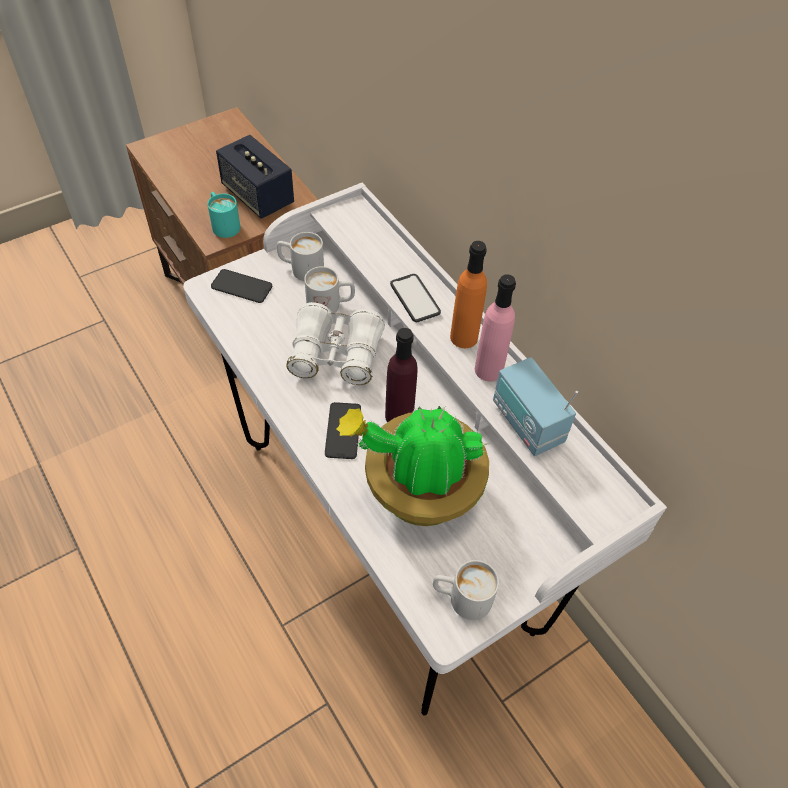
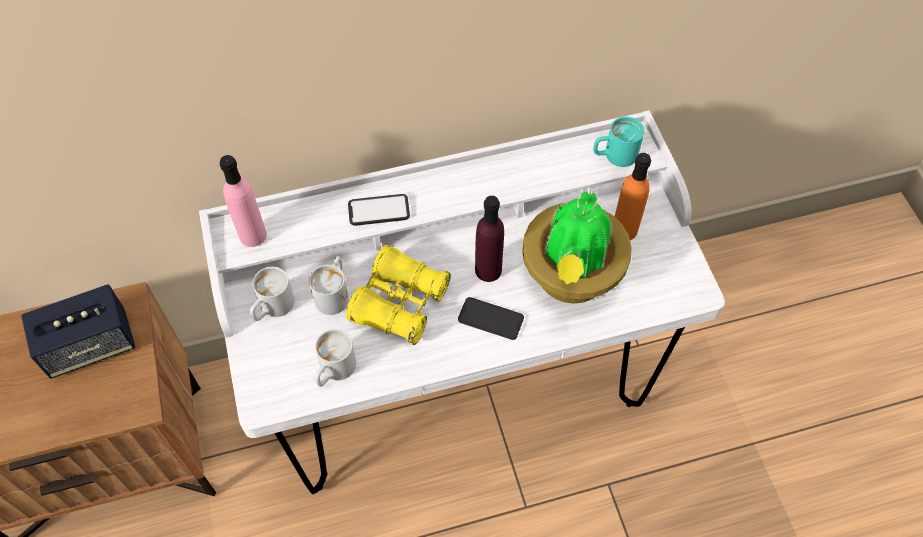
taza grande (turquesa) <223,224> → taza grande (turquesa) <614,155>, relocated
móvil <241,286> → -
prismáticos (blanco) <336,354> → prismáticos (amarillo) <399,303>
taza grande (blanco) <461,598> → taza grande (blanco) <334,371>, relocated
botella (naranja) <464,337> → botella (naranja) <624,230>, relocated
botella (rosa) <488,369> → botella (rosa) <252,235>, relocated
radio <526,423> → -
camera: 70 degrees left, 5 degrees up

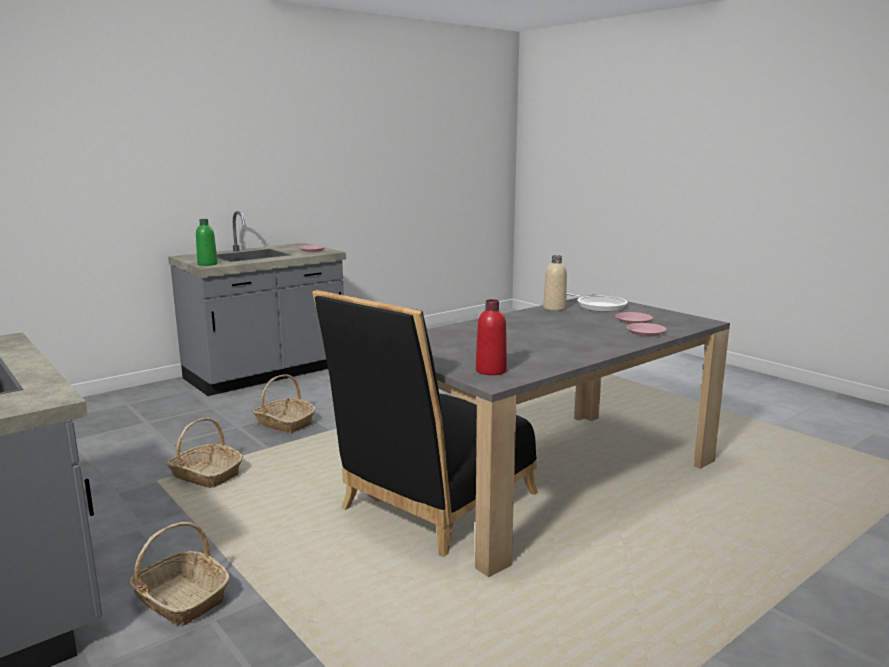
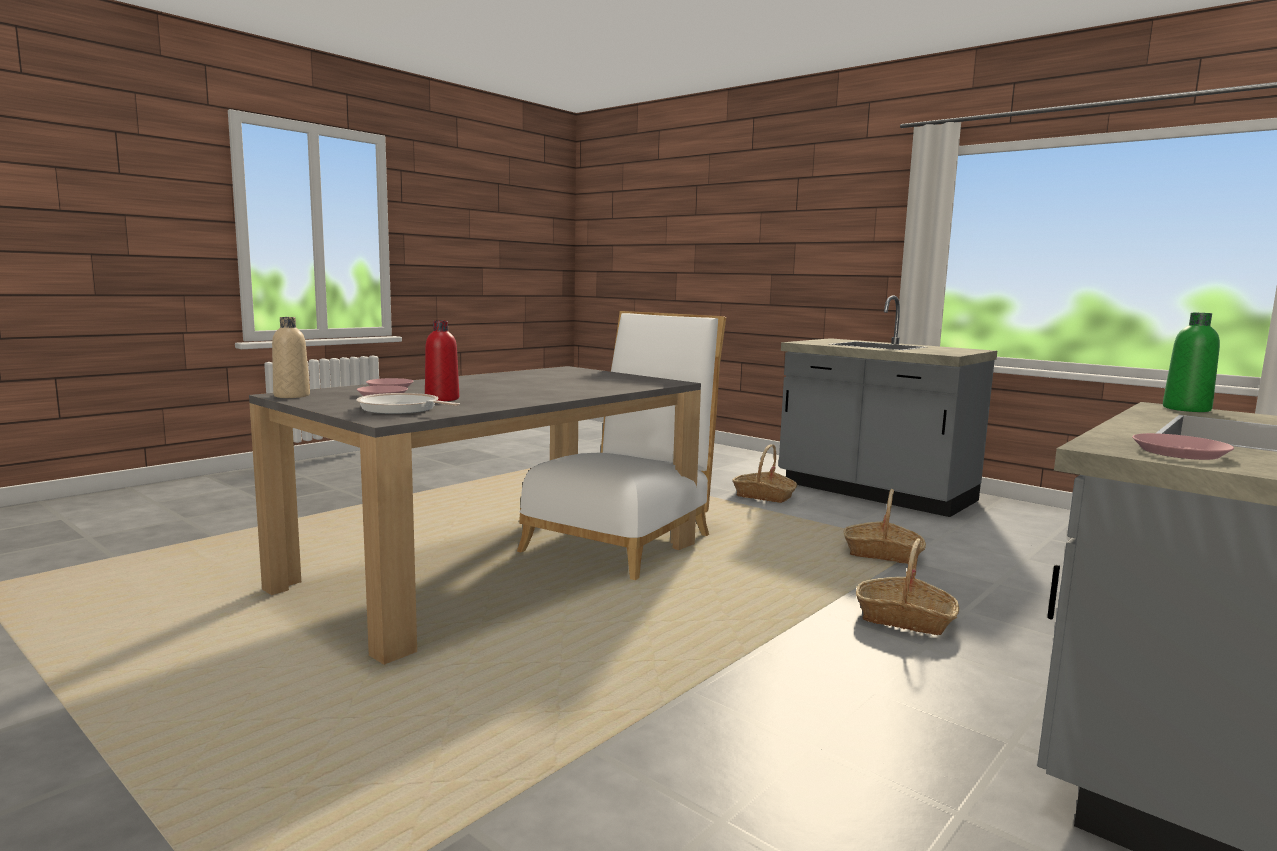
silla (negro) <432,506> → silla (blanco) <624,540>
botella (rojo) <491,371> → botella (rojo) <442,399>, relocated
botella (beis) <554,308> → botella (beis) <292,396>, relocated
camera: 170 degrees right, 5 degrees down

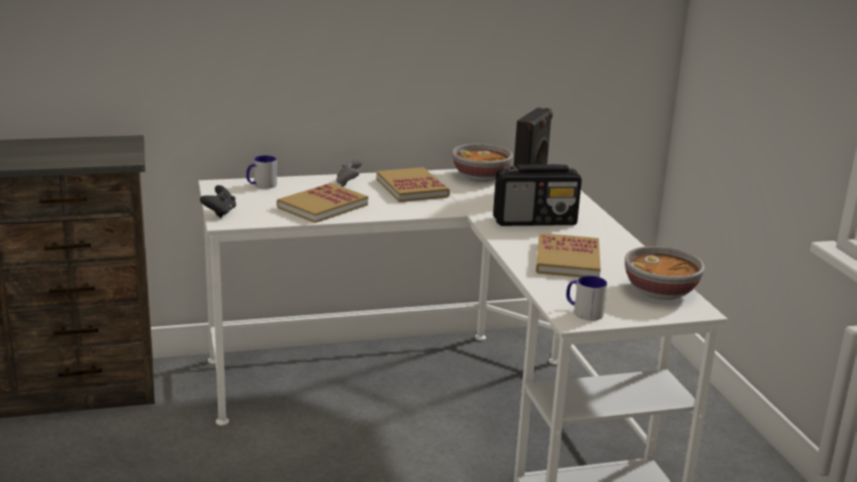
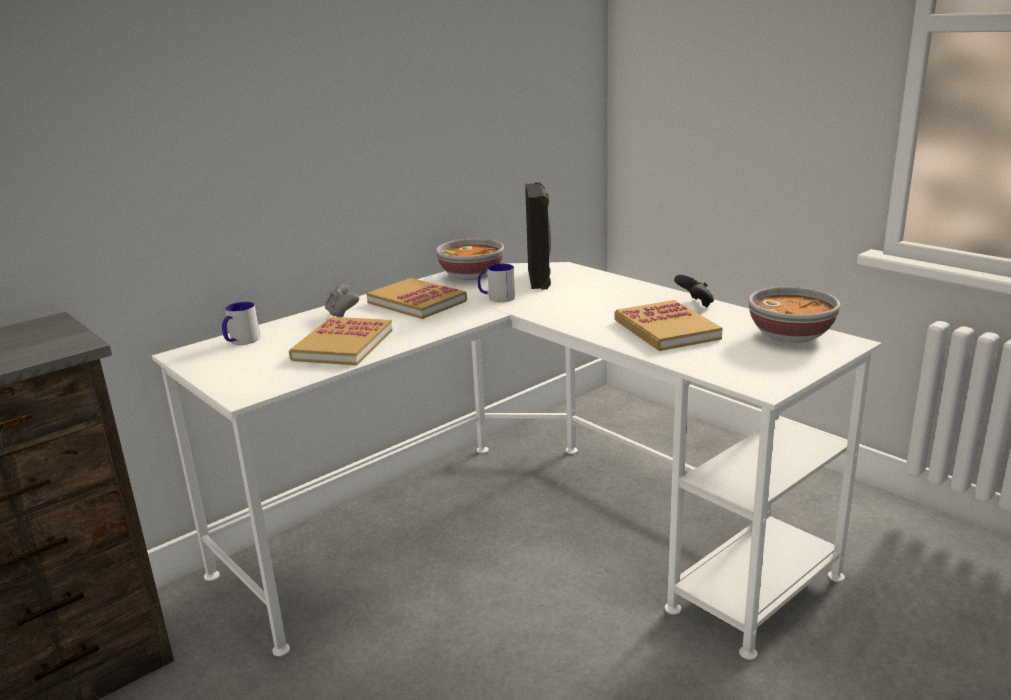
mando de consola (negro) <220,213> → mando de consola (negro) <695,304>, relocated
radio <535,221> → -
taza grande <583,312> → taza grande <496,297>, relocated
camera: 25 degrees left, 0 degrees up

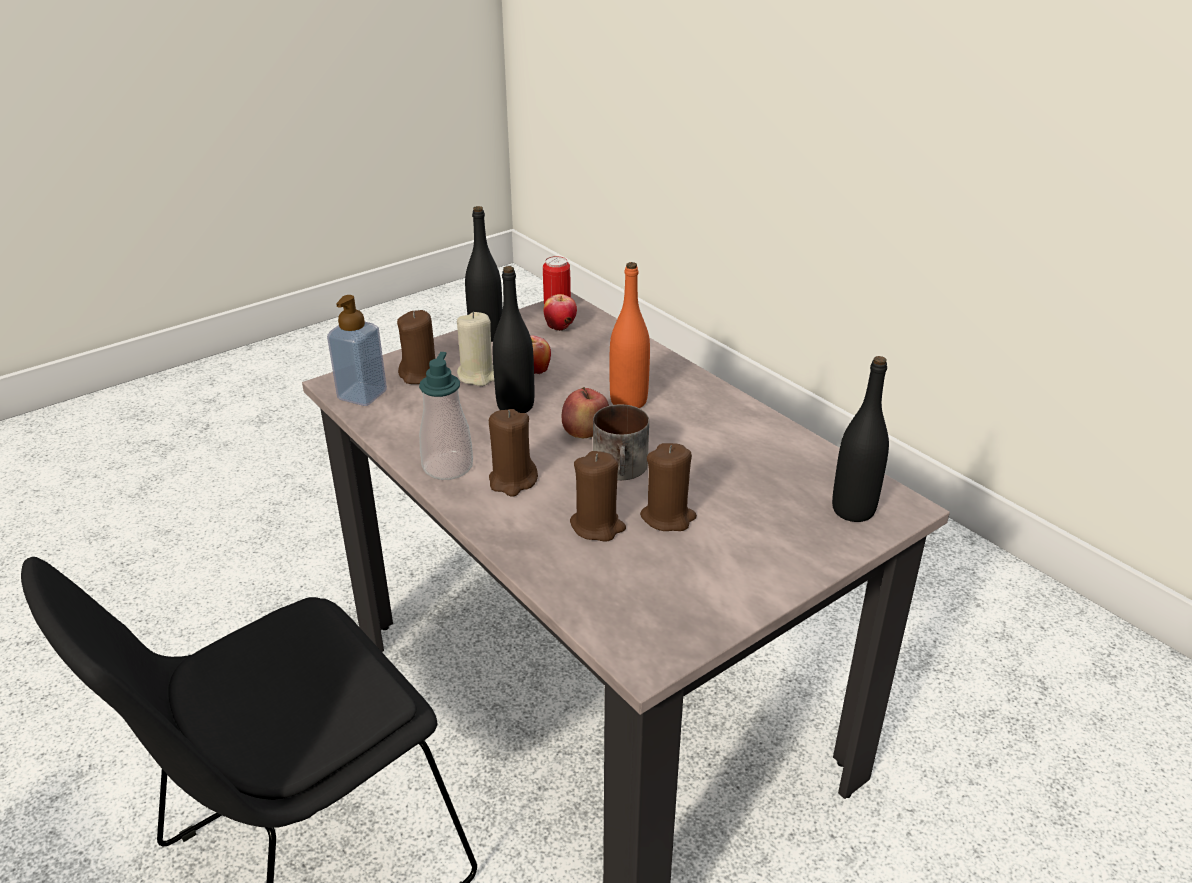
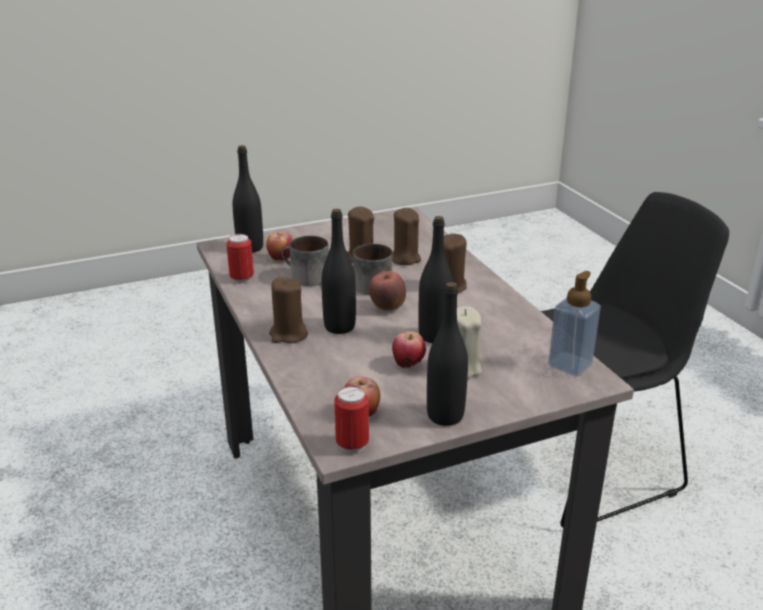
vela (marrón) <421,375> → vela (marrón) <288,335>, relocated
dispensador de jabón <447,467> → -
botella (naranja) <628,401> → botella (negro) <339,327>
- → lata <242,279>
- → manzana <280,259>
- → taza grande <304,277>
camera: 165 degrees left, 5 degrees down

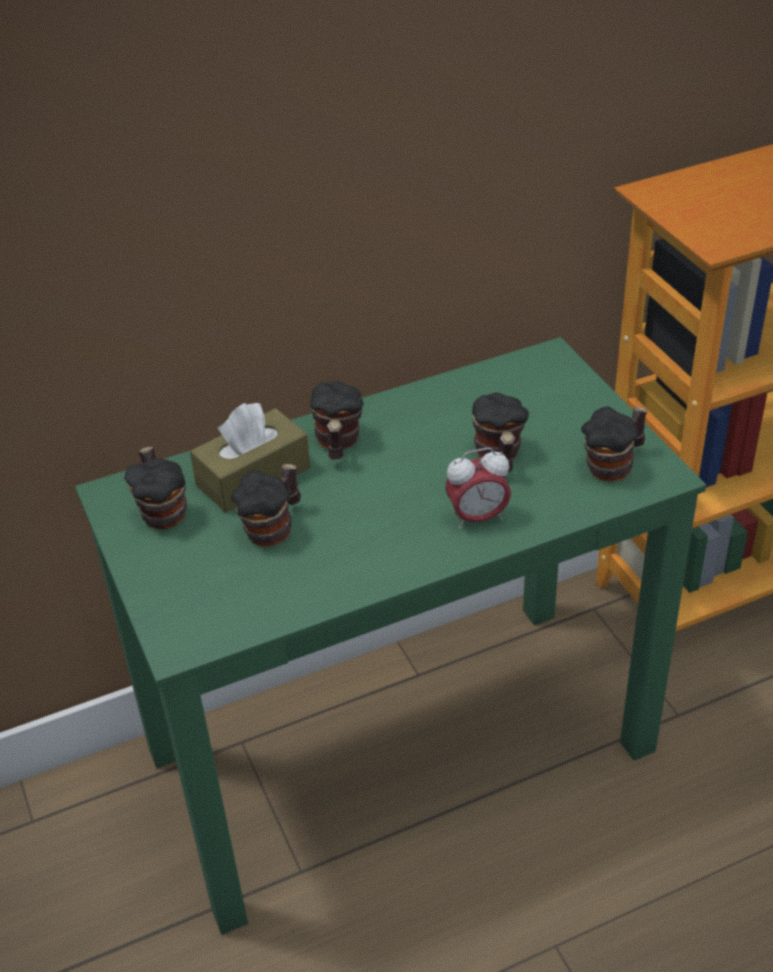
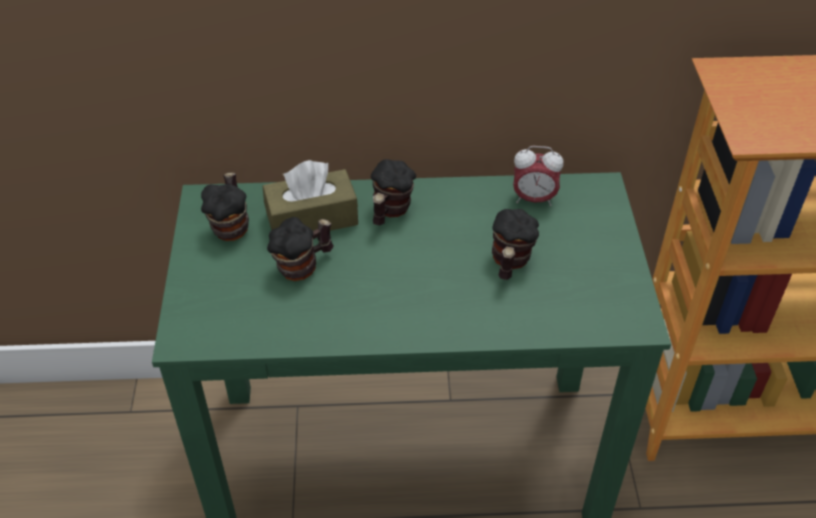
despertador <477,518> → despertador <533,199>, relocated
taza grande <614,465> → -
camera: 20 degrees right, 5 degrees up

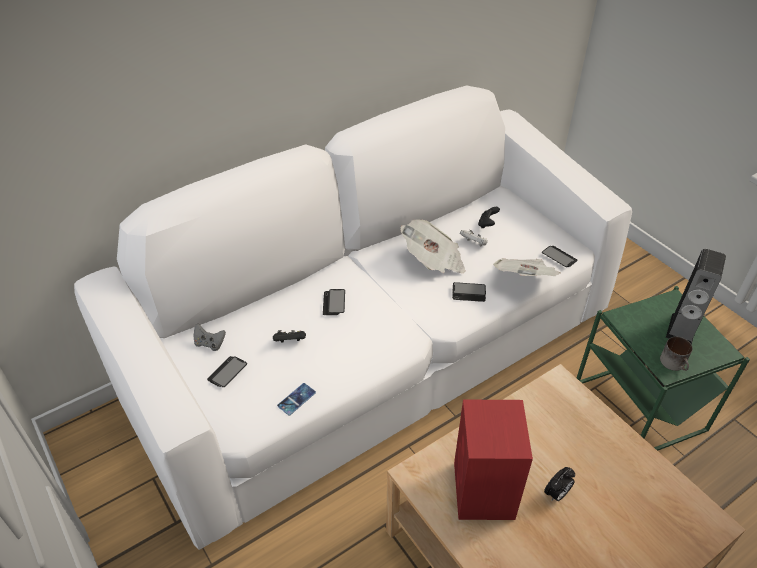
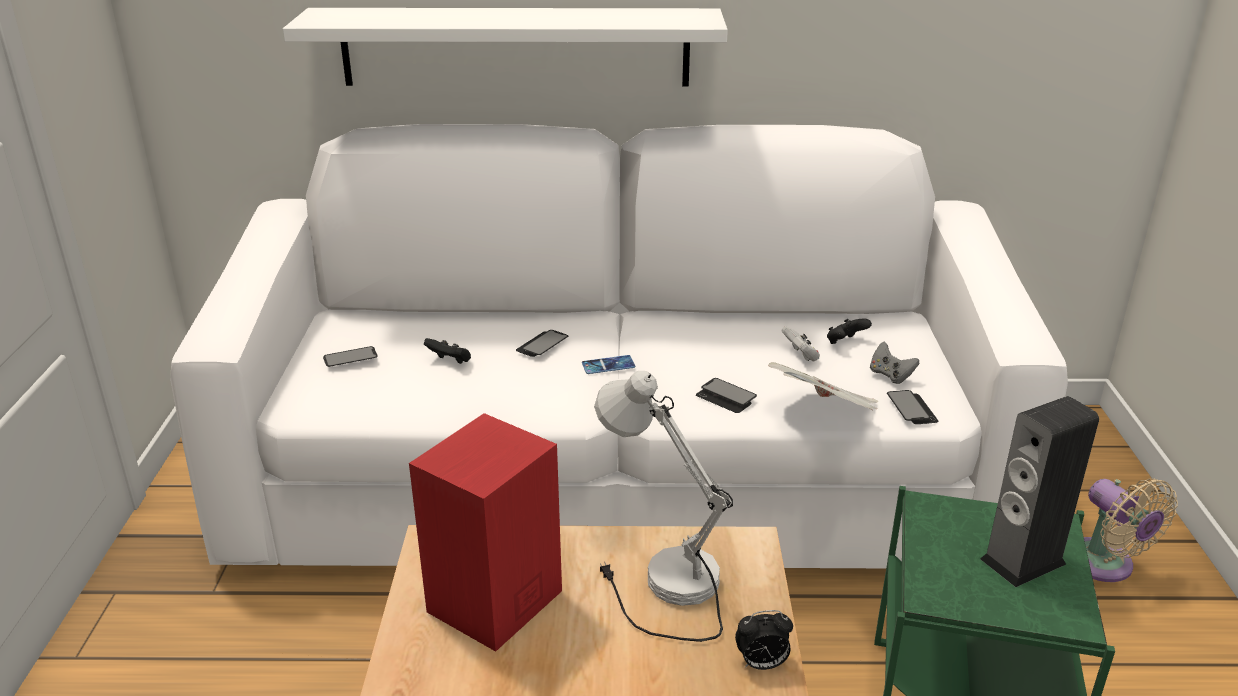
mando de consola (gris) <210,343> → mando de consola (gris) <890,375>, relocated
móvil <296,399> → móvil <608,365>, relocated
periódico <433,261> → -
despertador <556,494> → despertador <761,664>, relocated
taza grande <675,363> → -
- → estante (blanco) <515,47>
- → lámpara de mesa (blanco) <658,584>
- → ventilador (beis) <1104,565>
camera: 35 degrees right, 15 degrees down

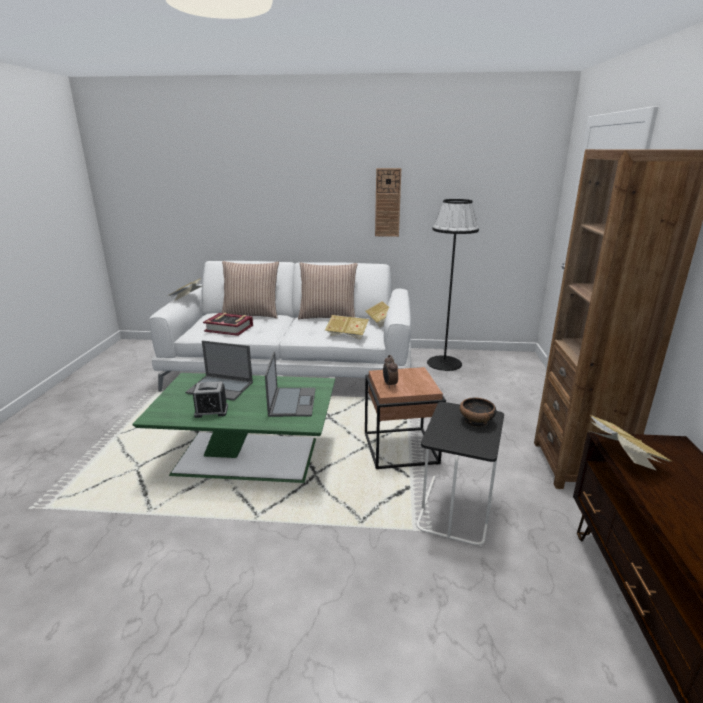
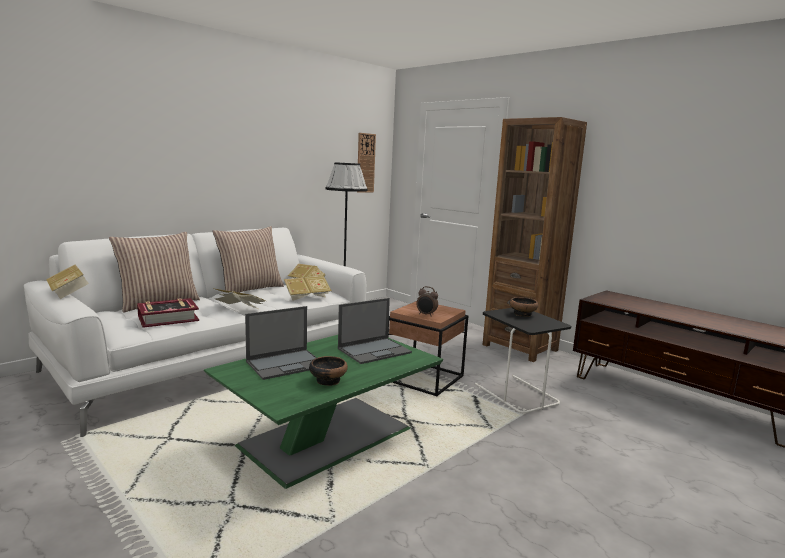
despertador <211,411> → cuenco <328,380>
portátil <292,402> → portátil <375,350>, 105 degrees clockwise
reloj de pared <387,203> → reloj de pared <365,163>, relocated
libro <622,455> → libro <239,309>, relocated
camera: 50 degrees left, 10 degrees down

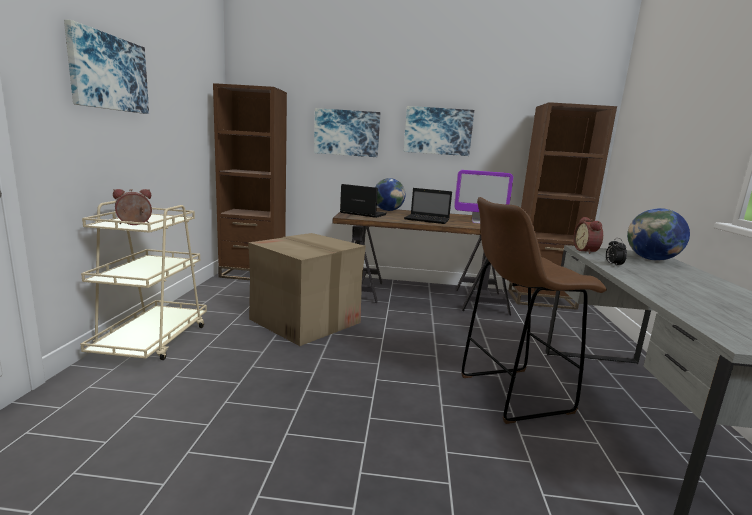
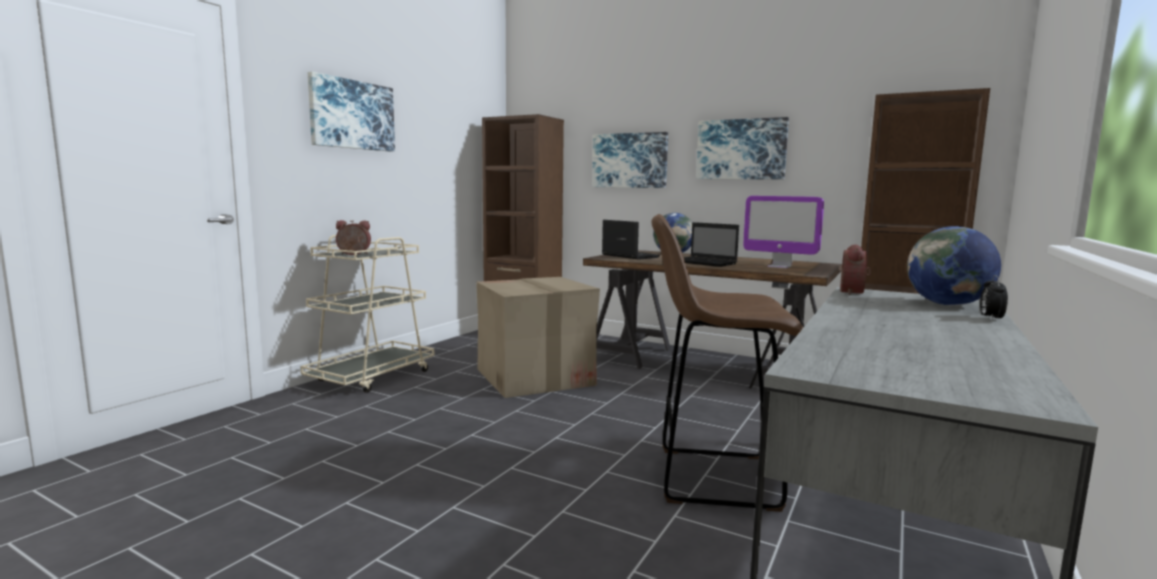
despertador <613,265> → despertador <990,318>, relocated
camera: 25 degrees right, 5 degrees down

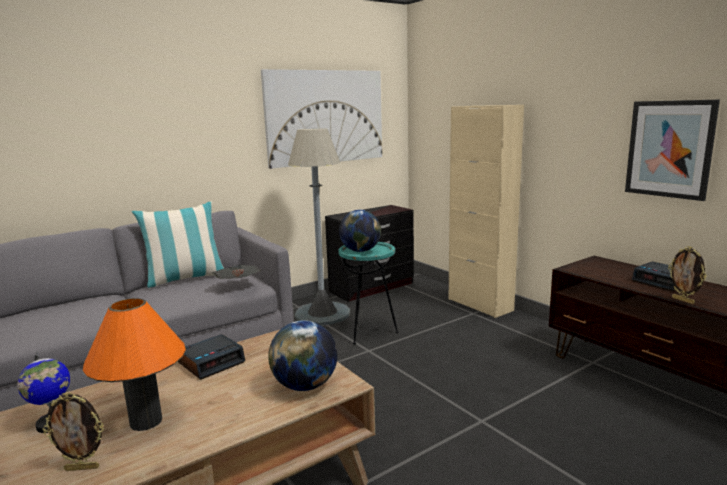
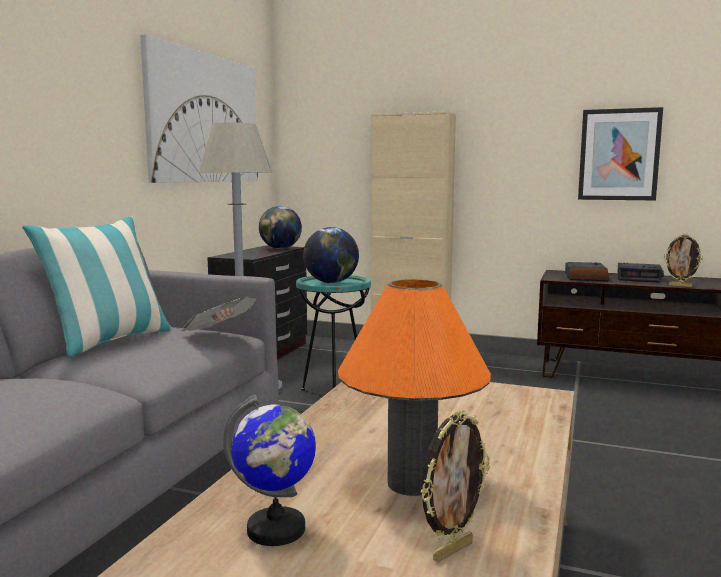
despertador <212,362> → despertador <585,277>, relocated
globo terráqueo <305,386> → globo terráqueo <280,248>, relocated
camera: 35 degrees left, 5 degrees down

